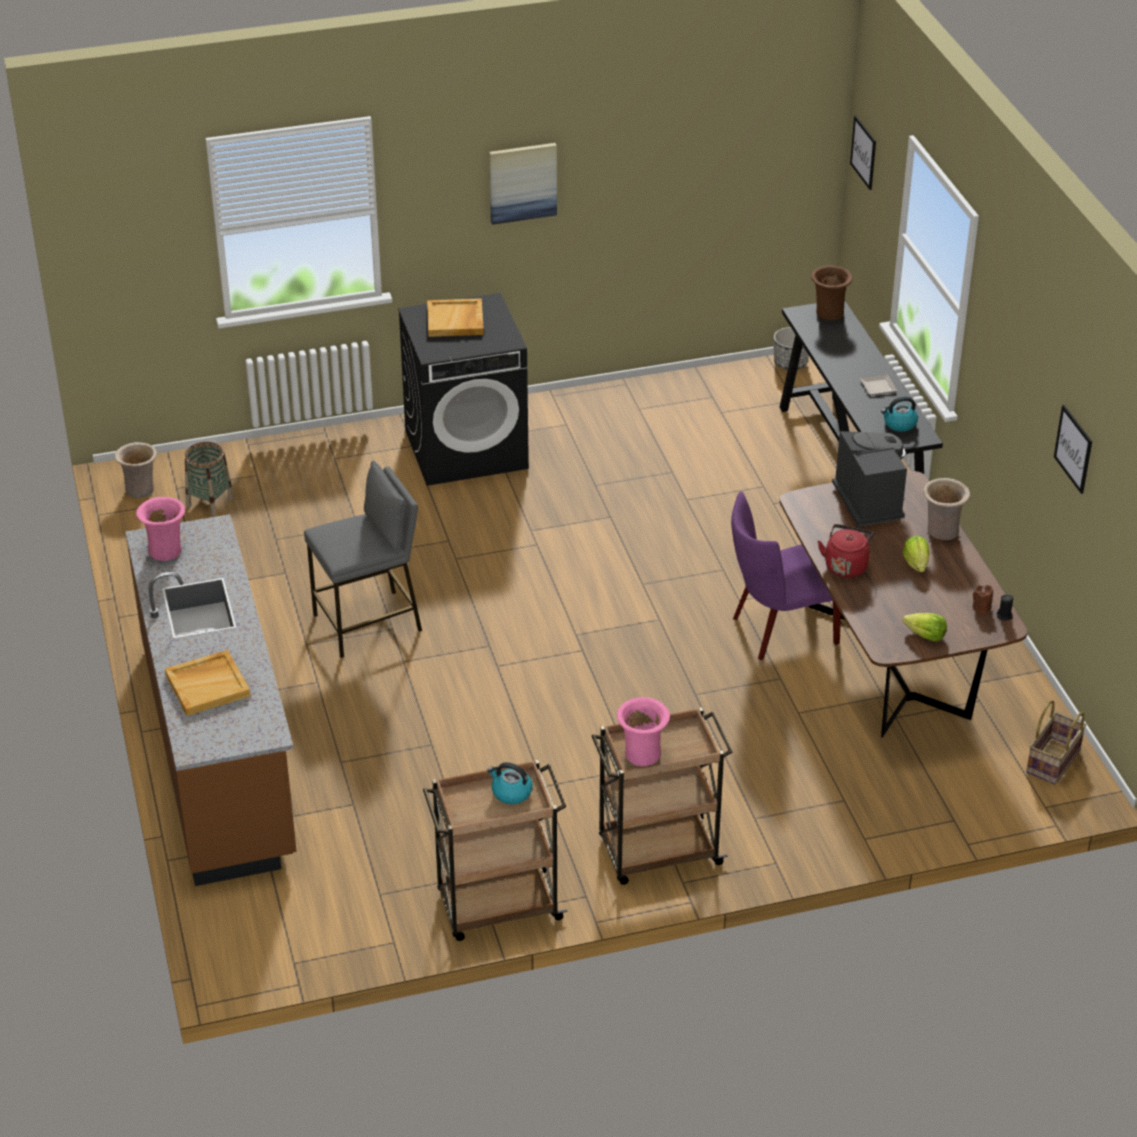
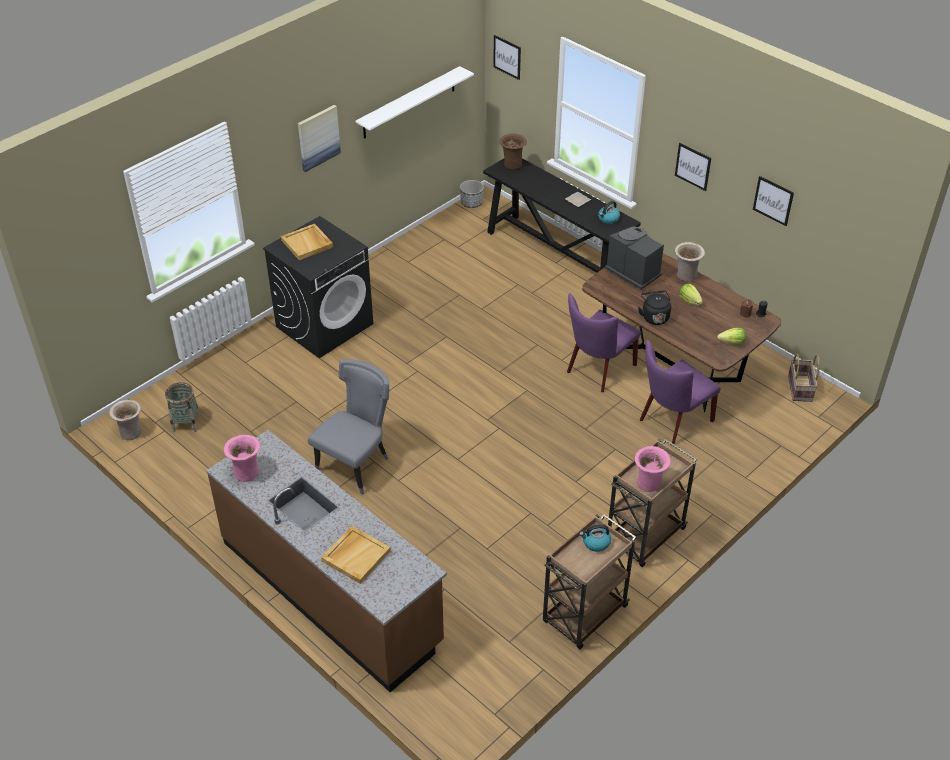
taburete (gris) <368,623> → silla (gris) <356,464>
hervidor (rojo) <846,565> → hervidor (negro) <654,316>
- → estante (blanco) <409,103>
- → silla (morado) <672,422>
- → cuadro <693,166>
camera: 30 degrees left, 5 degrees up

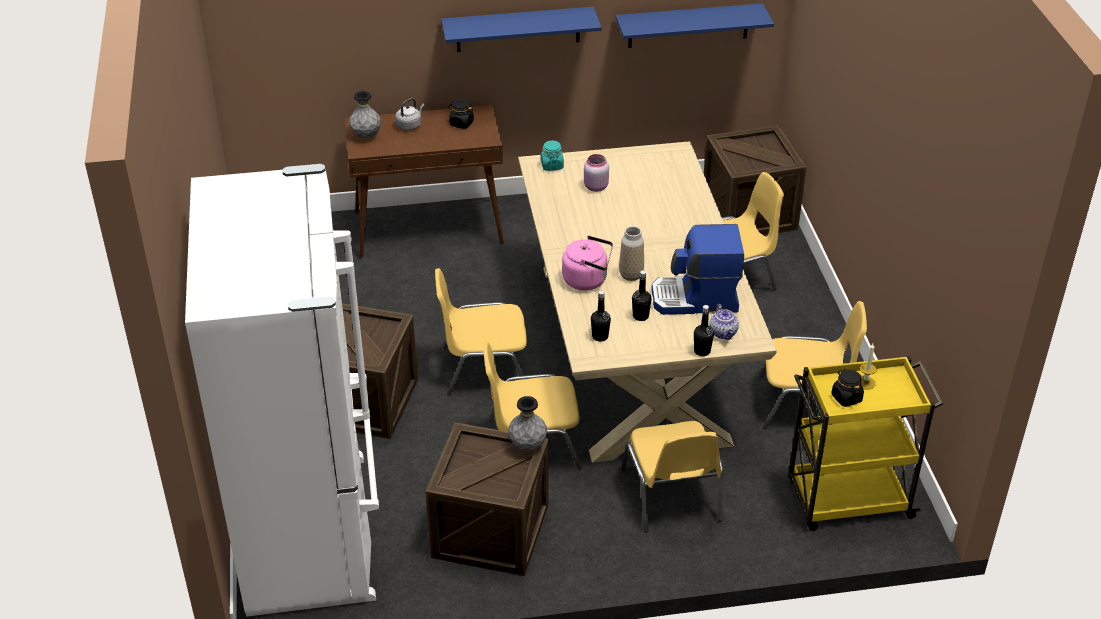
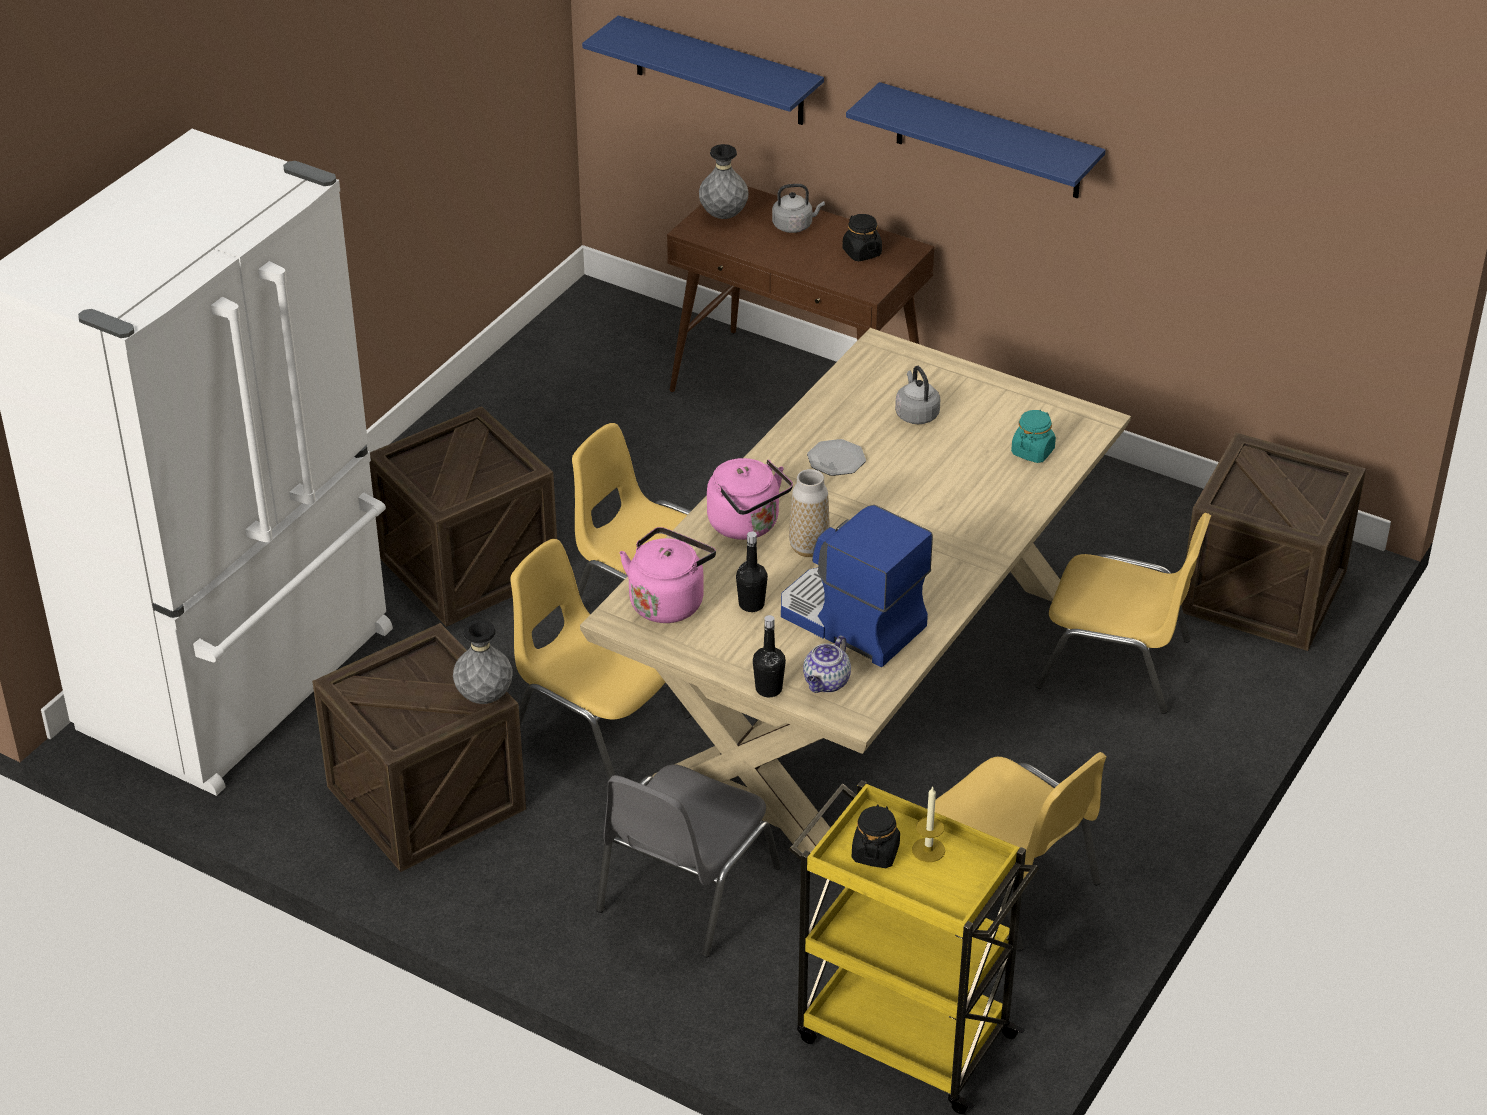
tarro (turquesa) <552,165> → tarro (turquesa) <1032,452>, relocated
tarro (rosa) <595,187> → hervidor (gris) <916,414>
botella (negro) <600,336> → hervidor (rosa) <668,601>
estante (azul) <688,25> → estante (azul) <719,72>, relocated
silla (amarillo) <672,496> → silla (gris) <684,890>
- → plato <837,460>
camera: 40 degrees right, 0 degrees up

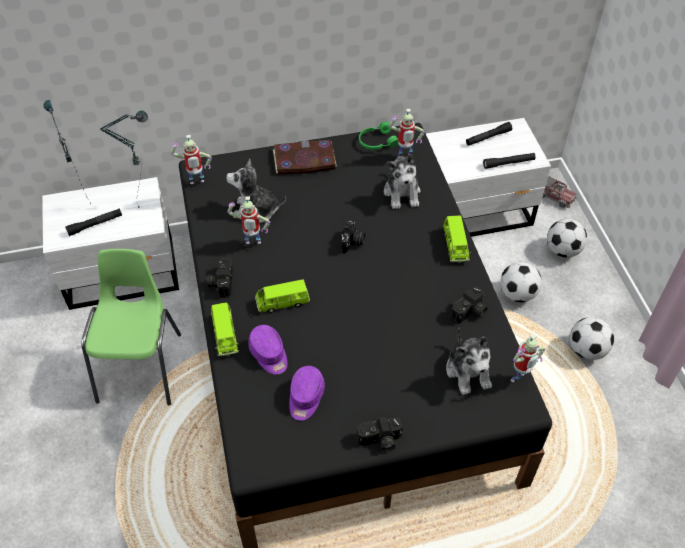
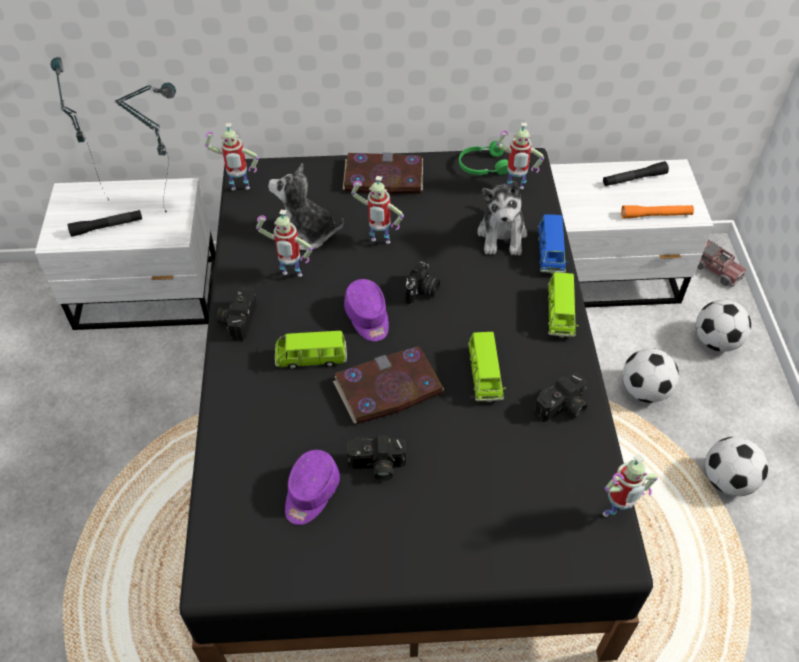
silla (verde) <141,366> → -
coche de juguete (verde) <225,335> → coche de juguete (verde) <484,375>, relocated
gorra (morado) <269,355> → gorra (morado) <368,318>, relocated
cámara <380,440> → cámara <376,466>, relocated
peluche <468,371> → -
linterna (negro) <508,163> → linterna (naranja) <656,215>
- → libro <388,388>
- → robot de juguete <379,242>
- → coche de juguete (azul) <550,254>
camera: 10 degrees right, 0 degrees up

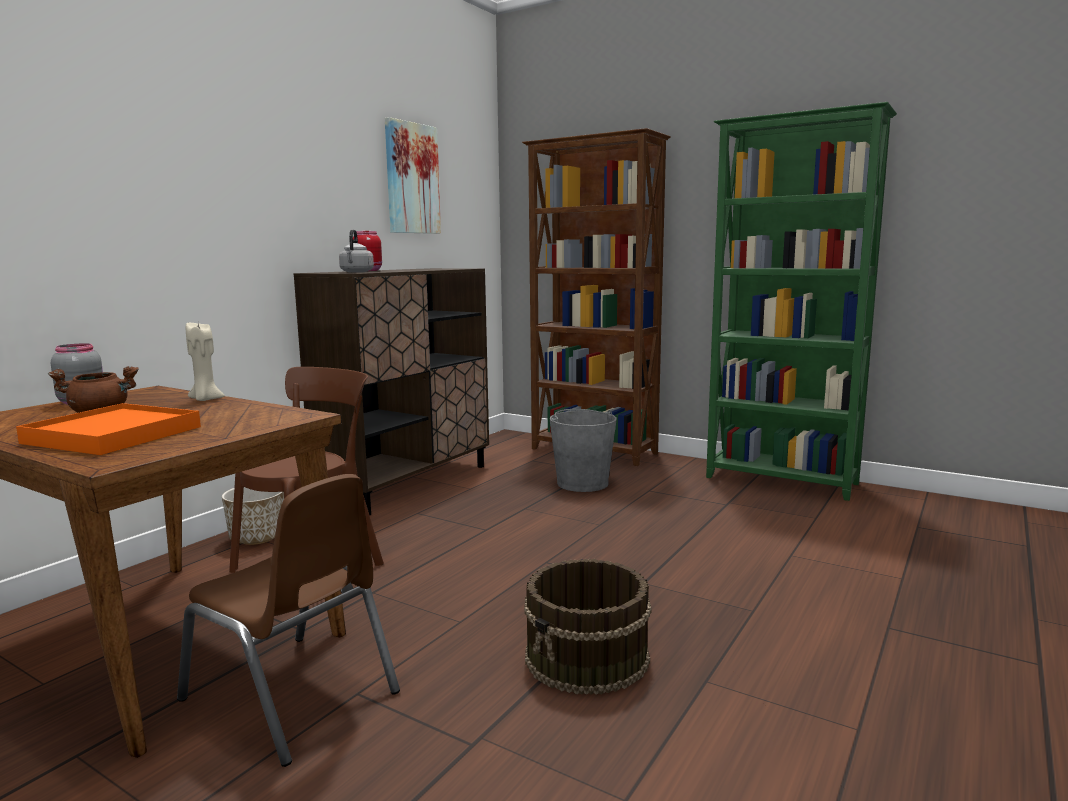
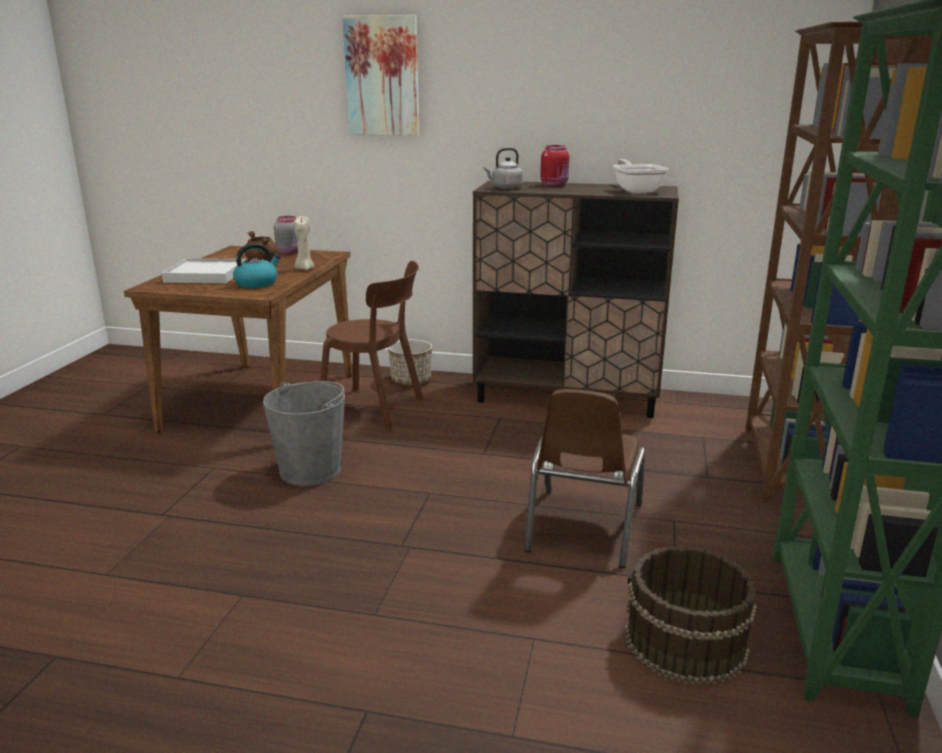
bandeja (naranja) <114,435> → bandeja (blanco) <206,275>
silla (marrón) <291,696> → silla (marrón) <583,527>, relocated
cuadro <411,178> → cuadro <382,76>, relocated
cubo (marrón) <588,658> → cubo (marrón) <685,643>, relocated
cubo (gris) <582,483> → cubo (gris) <311,470>, relocated
- → hervidor <257,283>
- → sartén <636,190>
camera: 70 degrees right, 10 degrees up

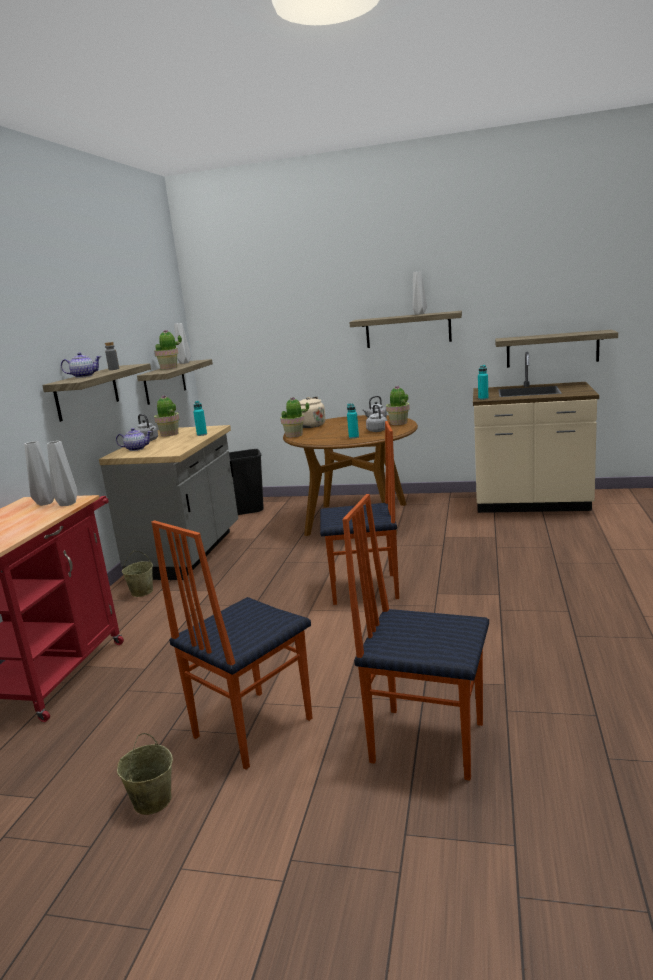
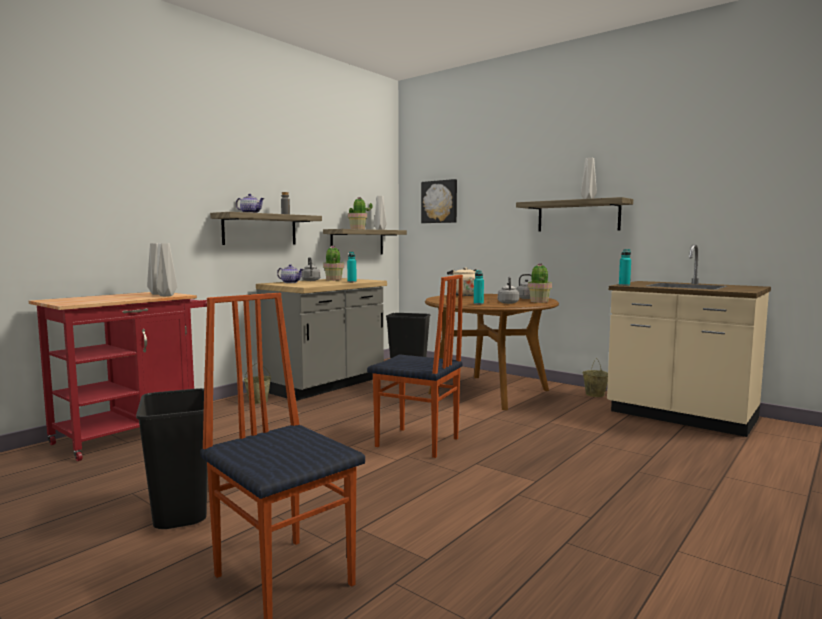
cubo (beis) <152,800> → cubo (beis) <594,394>, relocated
silla <251,727> → papelera (negro) <179,512>
planta en maceta <294,435> → -
estante <552,349> → -
- → cuadro <440,202>
camera: 25 degrees right, 10 degrees down

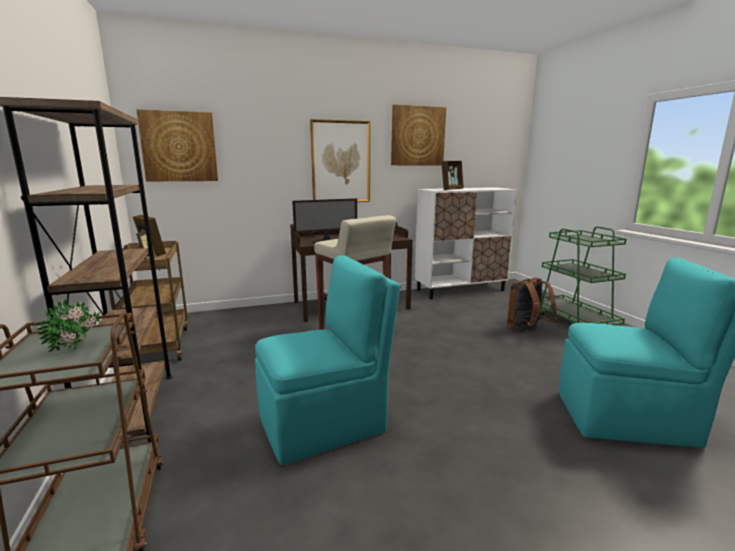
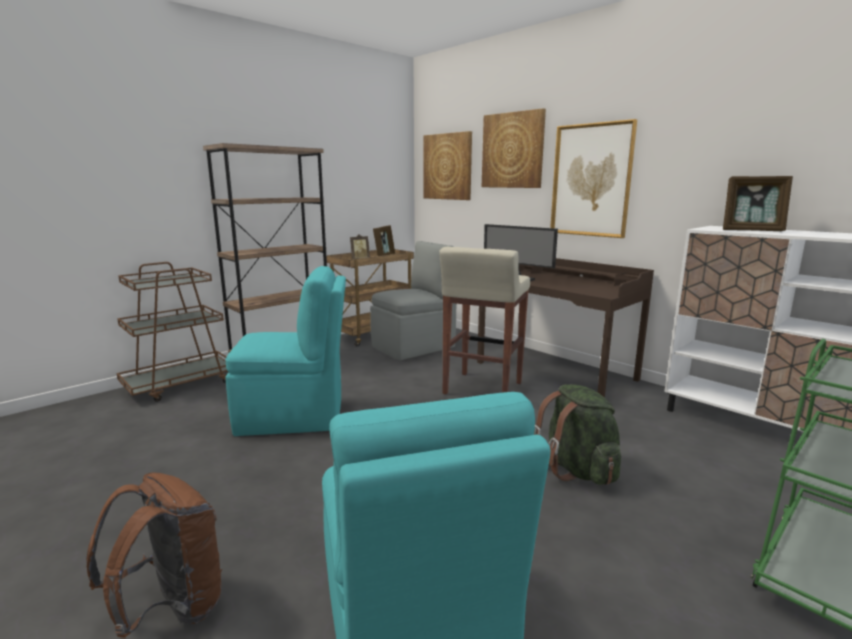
planta en maceta <78,346> → -
silla (turquesa) <325,423> → silla (turquesa) <294,416>, 45 degrees counterclockwise
cuadro <417,136> → cuadro <512,150>, relocated
mochila (marrón) <526,331> → mochila (marrón) <172,608>, relocated
- → silla (gris) <415,347>
- → mochila (verde) <577,469>
camera: 65 degrees right, 0 degrees up

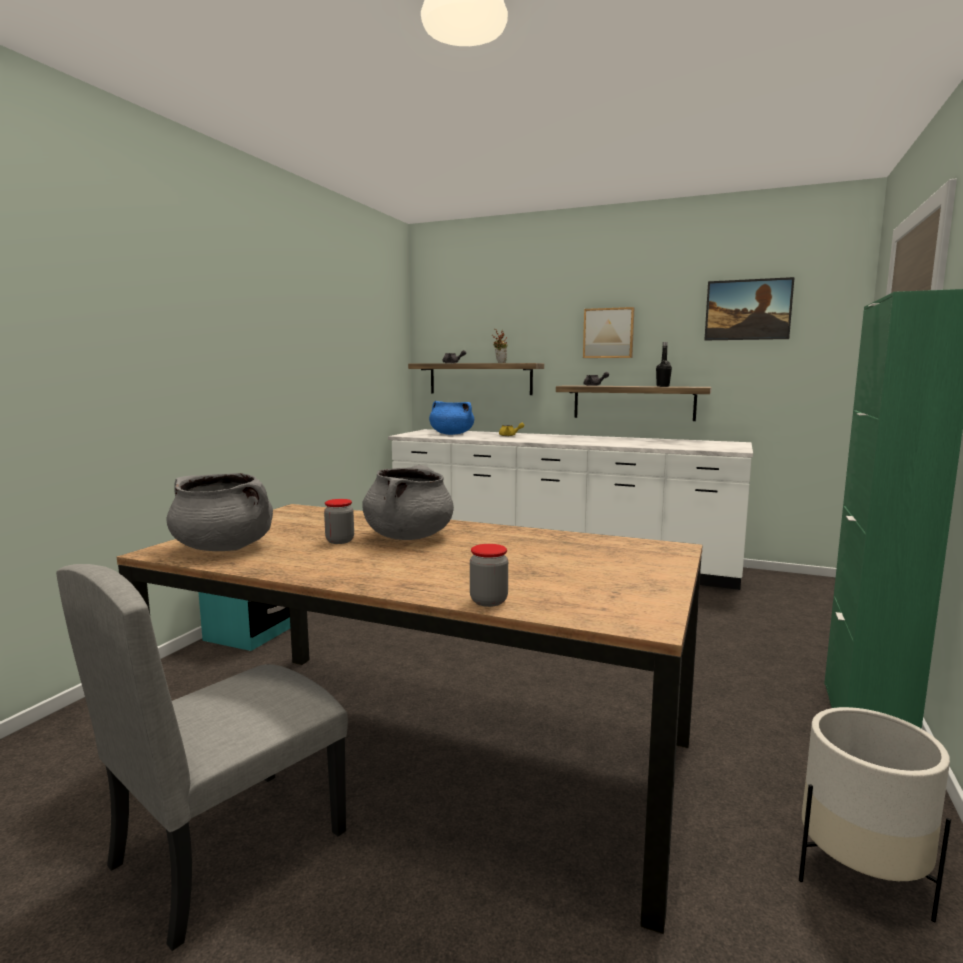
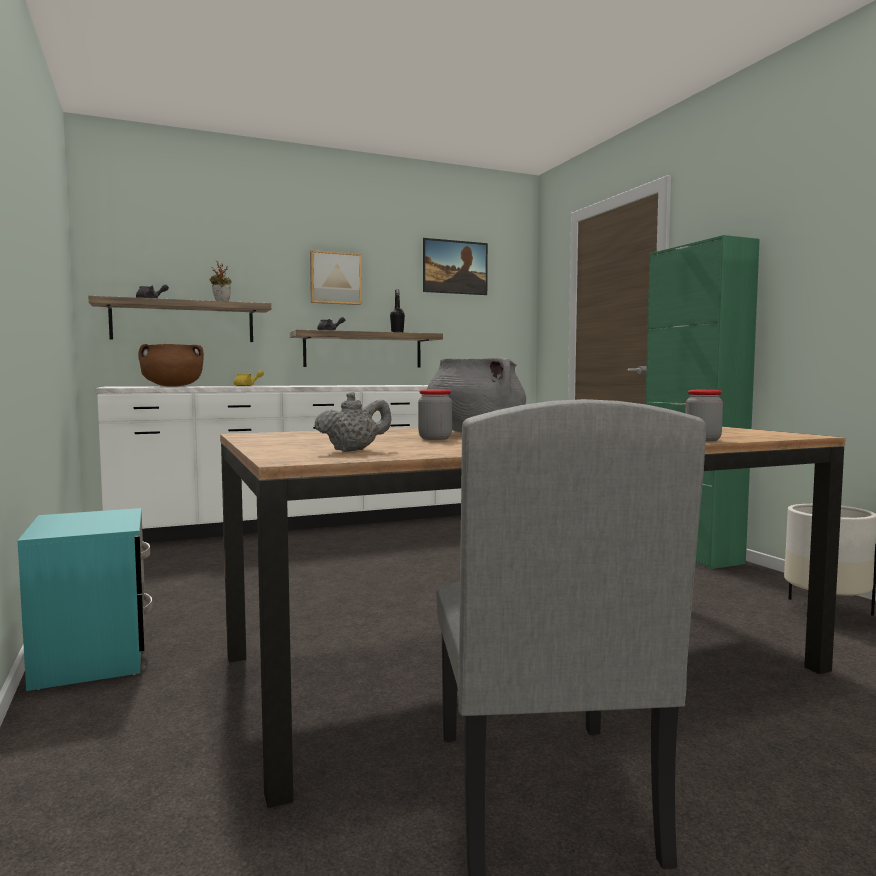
olla (gris) <224,548> → tetera (gris) <353,451>
olla (azul) <451,434> → olla (marrón) <172,386>
camera: 45 degrees left, 5 degrees down

